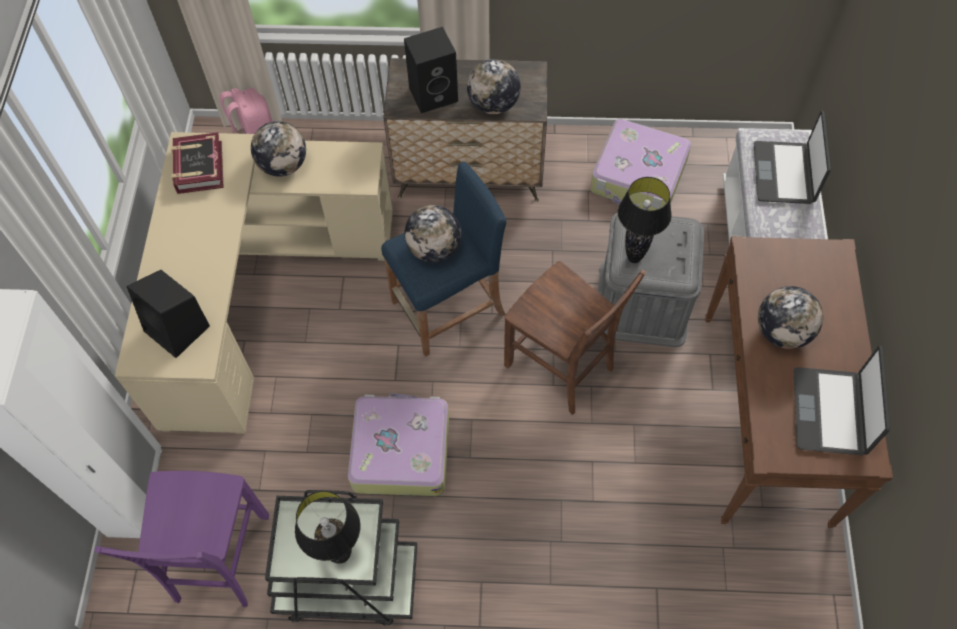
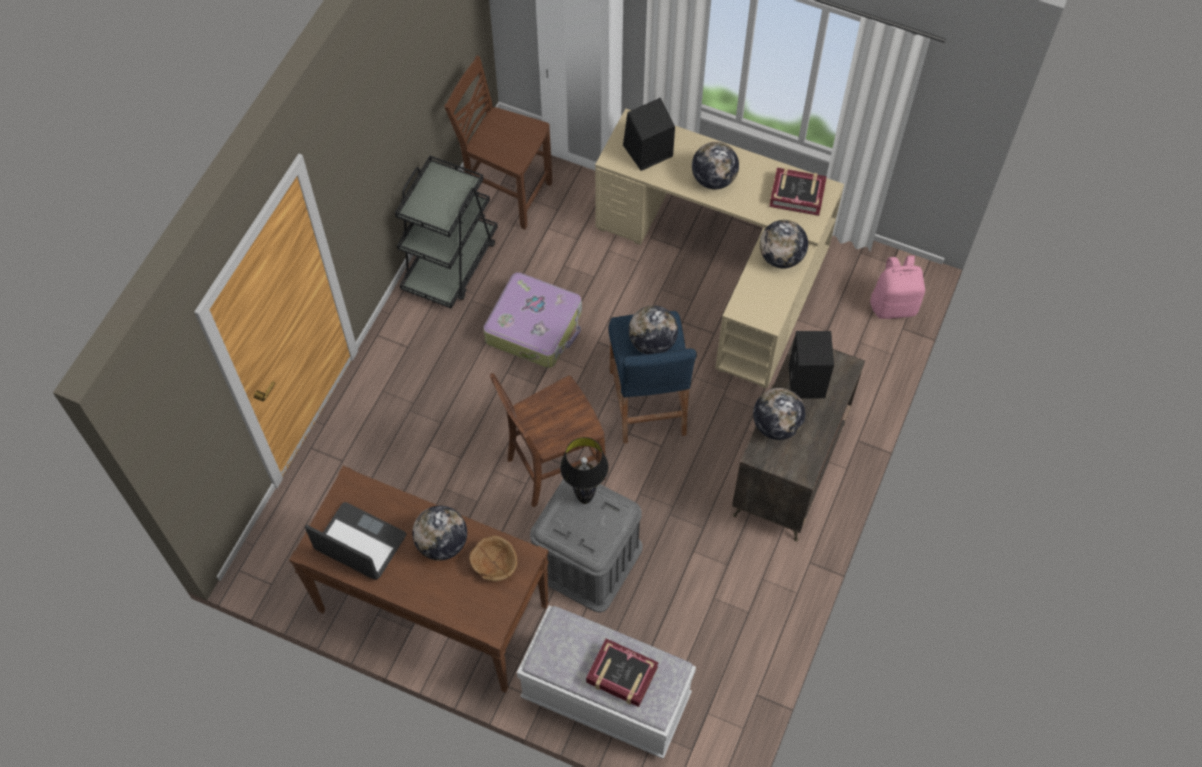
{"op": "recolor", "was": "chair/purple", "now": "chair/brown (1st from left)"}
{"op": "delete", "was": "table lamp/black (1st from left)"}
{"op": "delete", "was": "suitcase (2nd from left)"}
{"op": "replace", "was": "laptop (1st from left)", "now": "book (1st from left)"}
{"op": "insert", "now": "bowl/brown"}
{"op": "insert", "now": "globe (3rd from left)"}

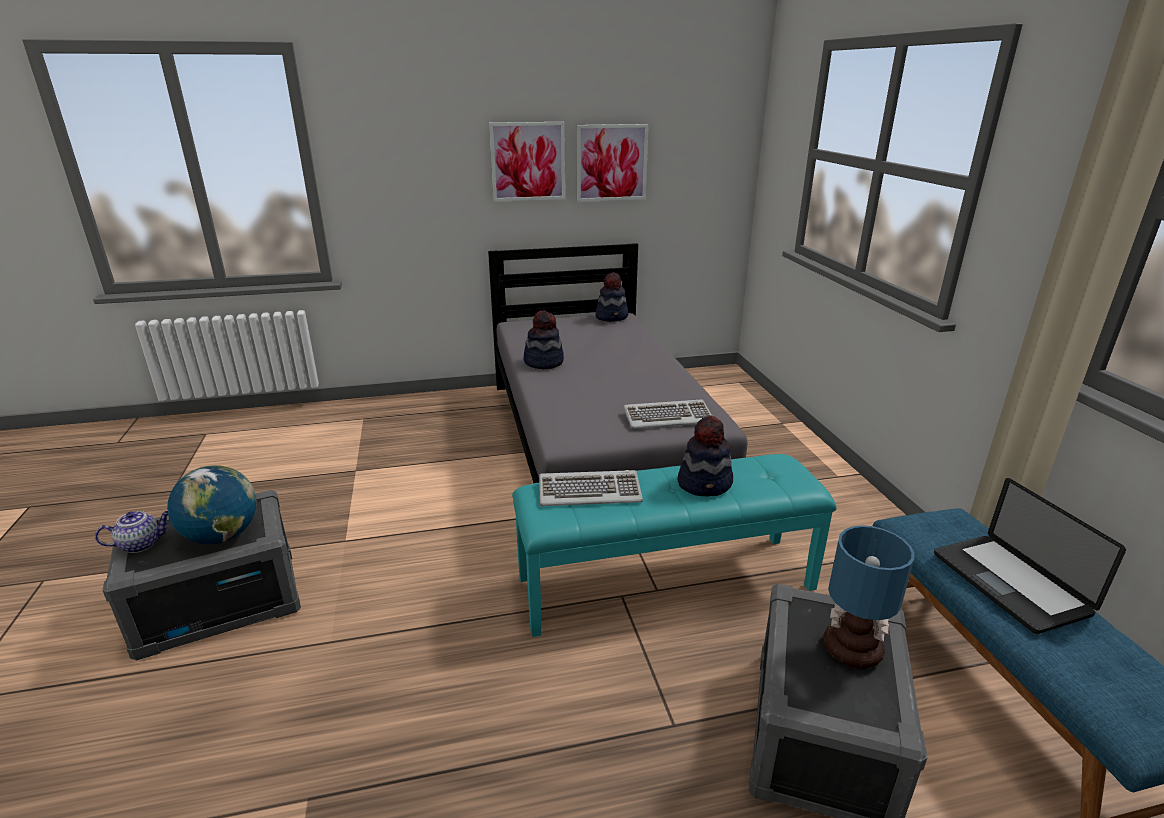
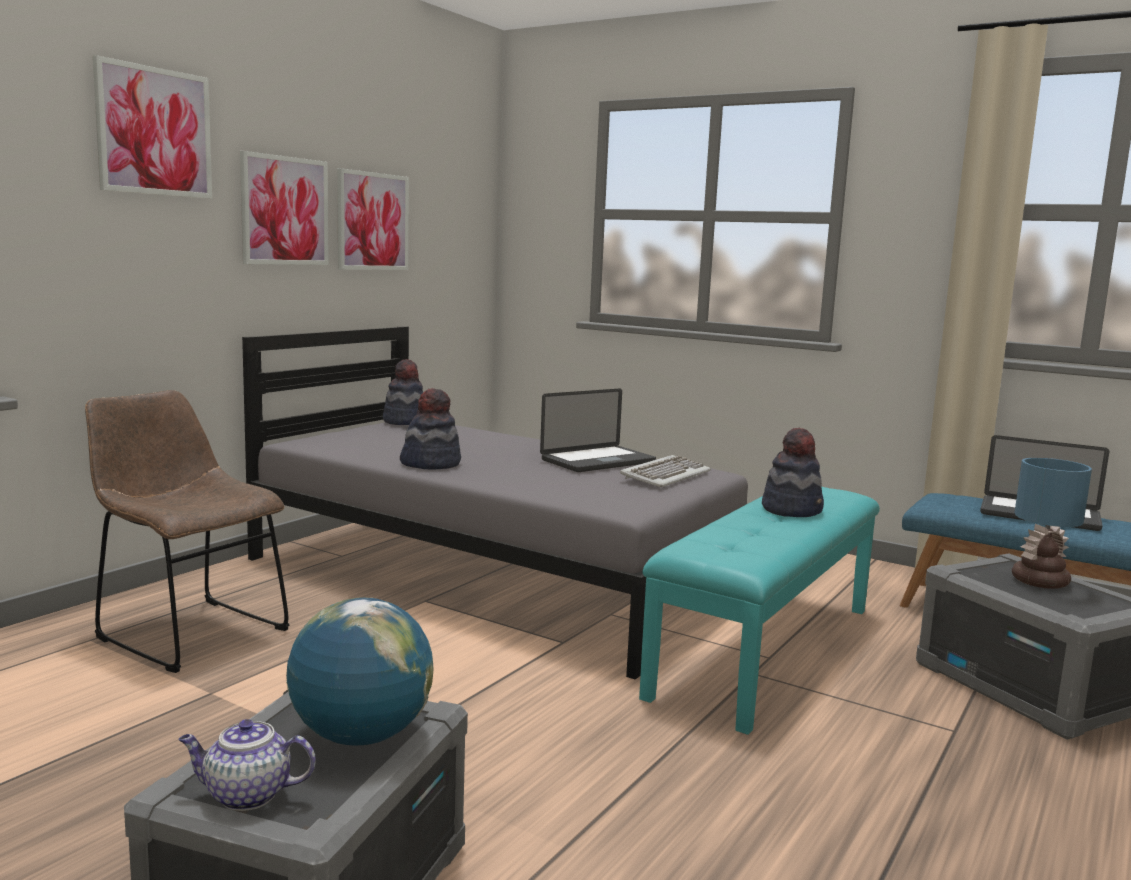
{"op": "rotate", "was": "teapot", "clockwise": -105}
{"op": "delete", "was": "keyboard (1st from left)"}
{"op": "insert", "now": "chair/brown"}
{"op": "insert", "now": "picture (1st from left)"}
{"op": "insert", "now": "laptop (1st from left)"}

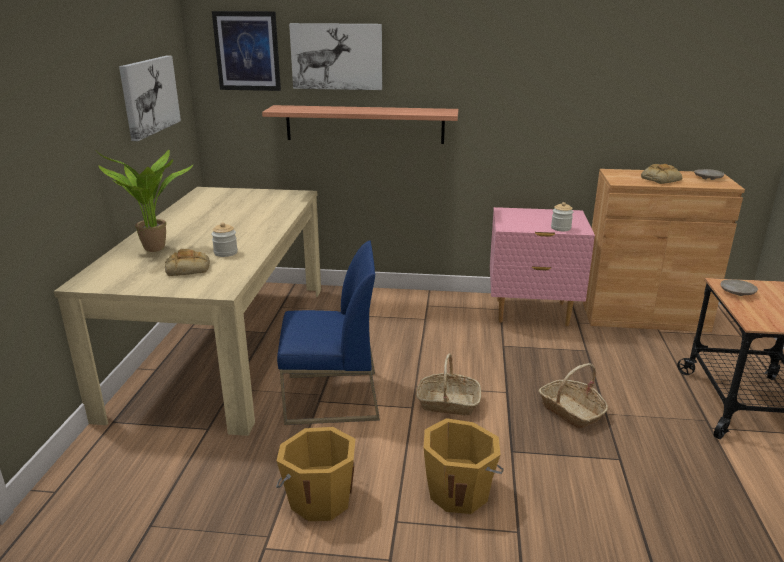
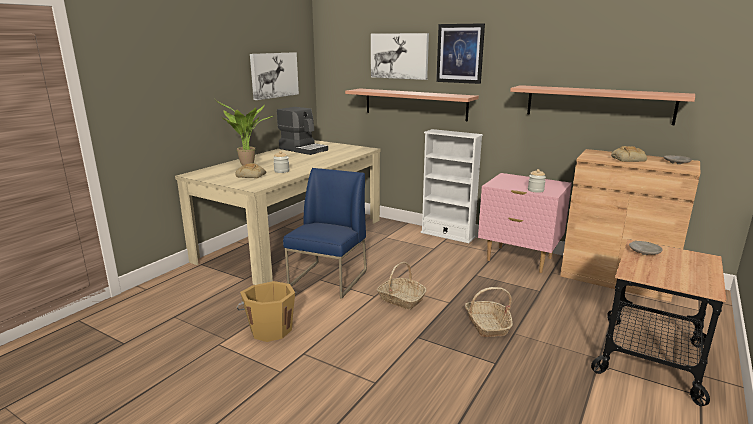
{"op": "move", "was": "picture (2nd from left in the first image)", "now": "picture (3rd from left)"}
{"op": "rotate", "was": "chair/blue", "clockwise": -90}
{"op": "delete", "was": "bucket/orange (2nd from left)"}
{"op": "insert", "now": "coffee machine"}
{"op": "insert", "now": "bookcase/white"}
{"op": "insert", "now": "shelf (2nd from left)"}

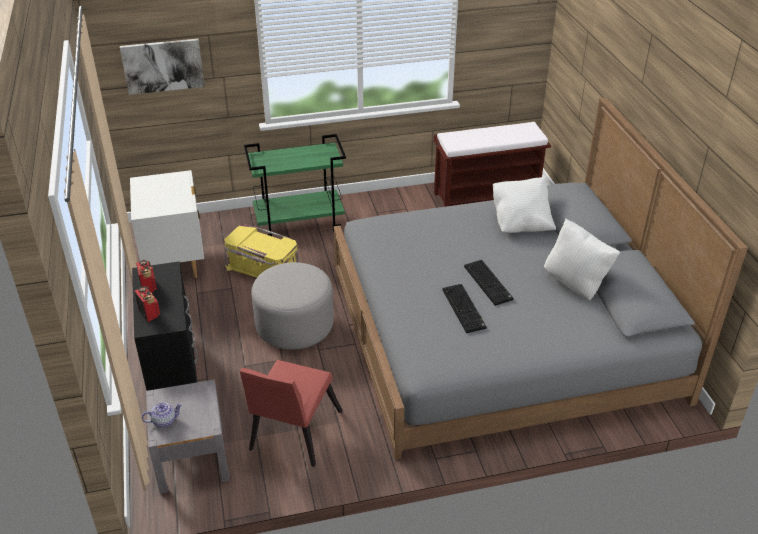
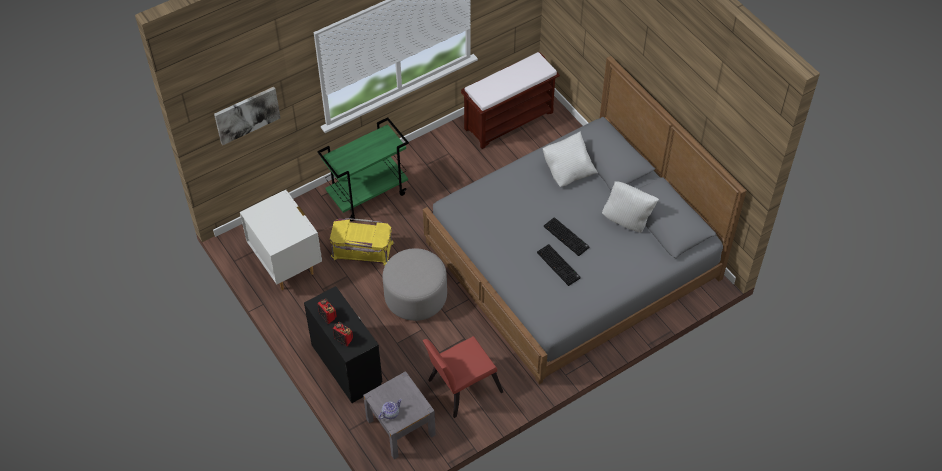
{"op": "rotate", "was": "chair/red", "clockwise": 60}

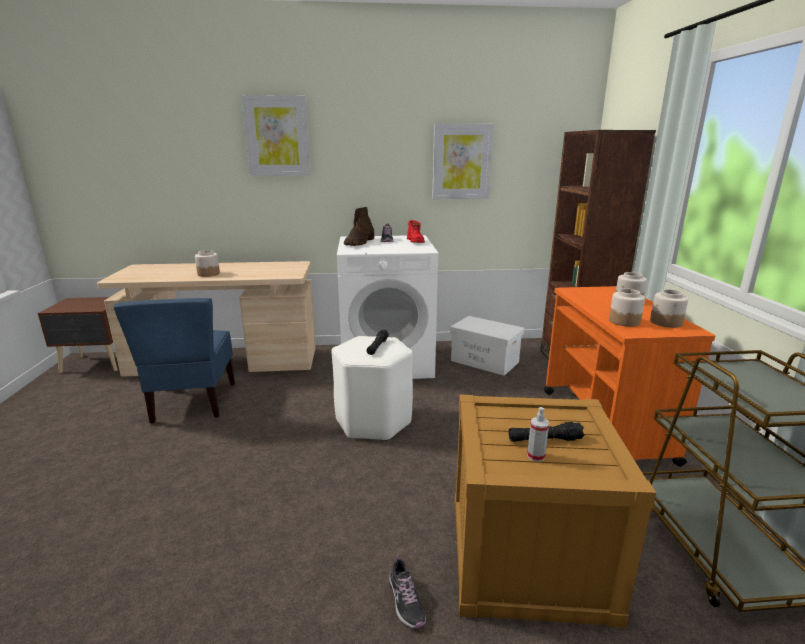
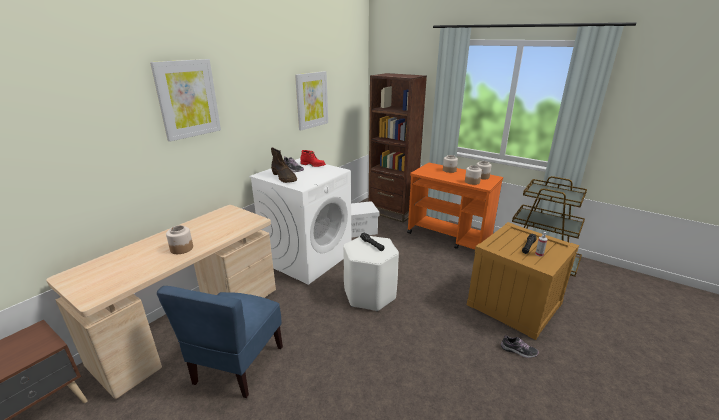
{"op": "rotate", "was": "chair/blue", "clockwise": 75}

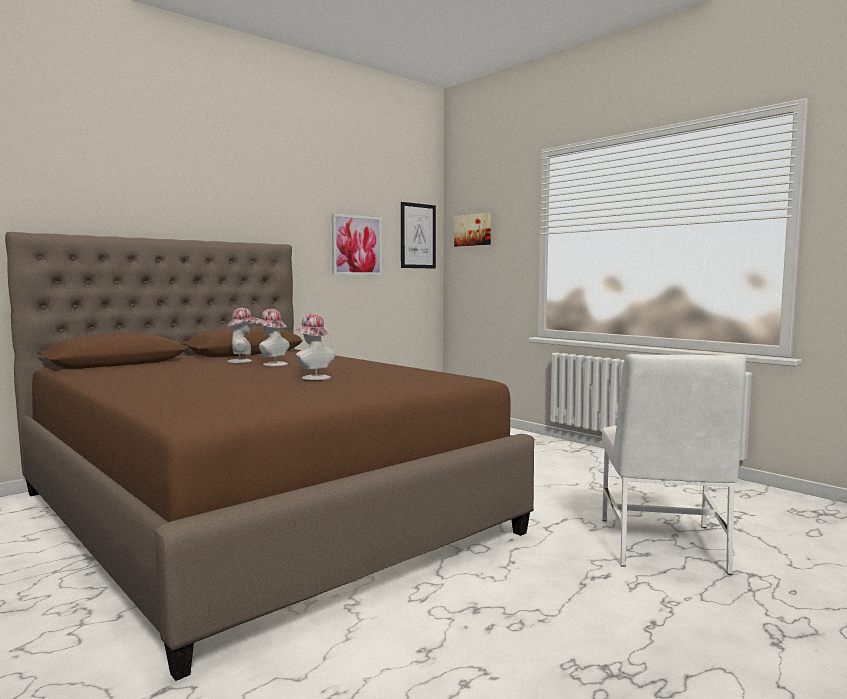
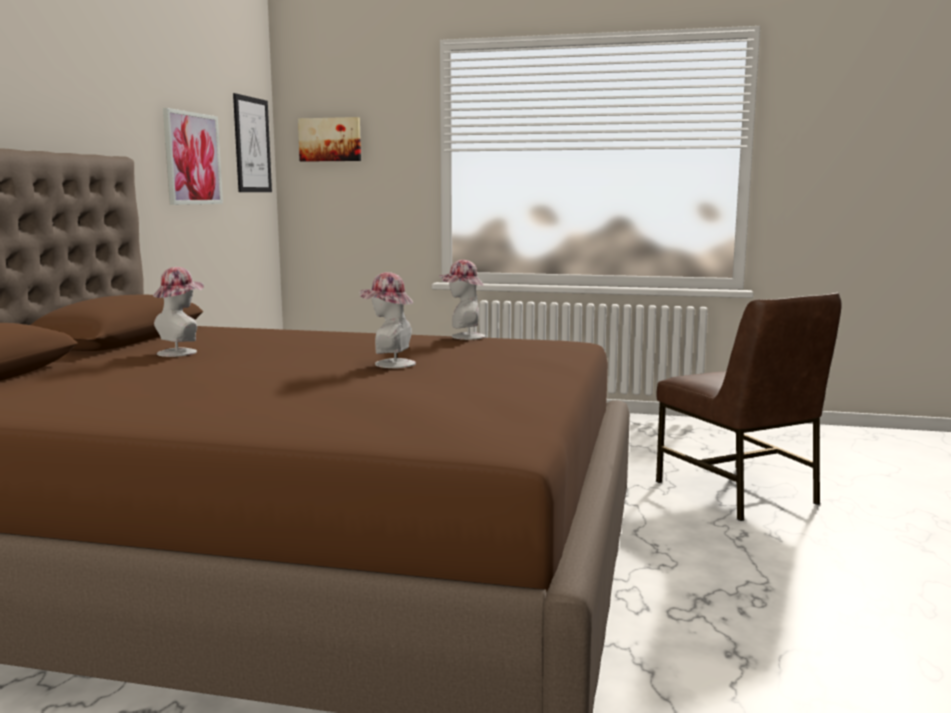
{"op": "move", "was": "hat (2nd from left in the first image)", "now": "hat (3rd from left)"}
{"op": "recolor", "was": "chair/white", "now": "chair/brown"}

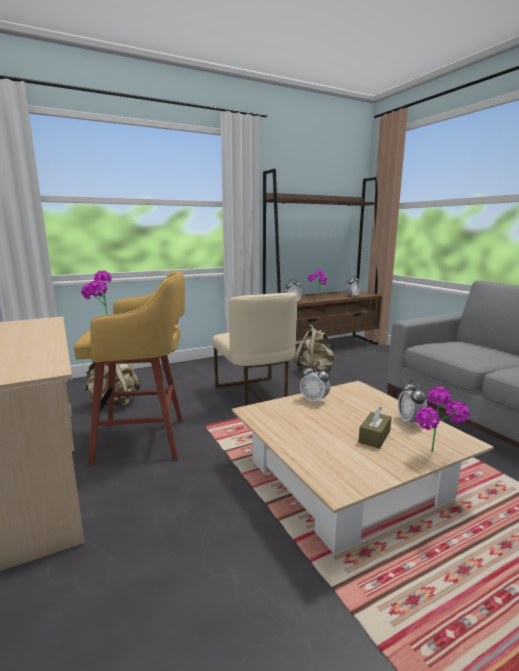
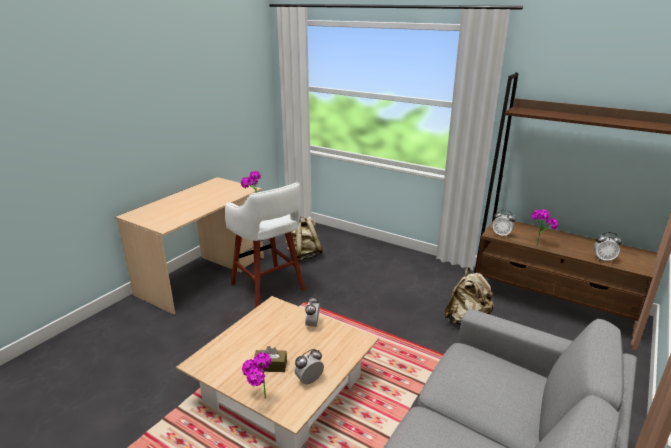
{"op": "recolor", "was": "stool/yellow", "now": "stool/white"}
{"op": "delete", "was": "chair/beige"}

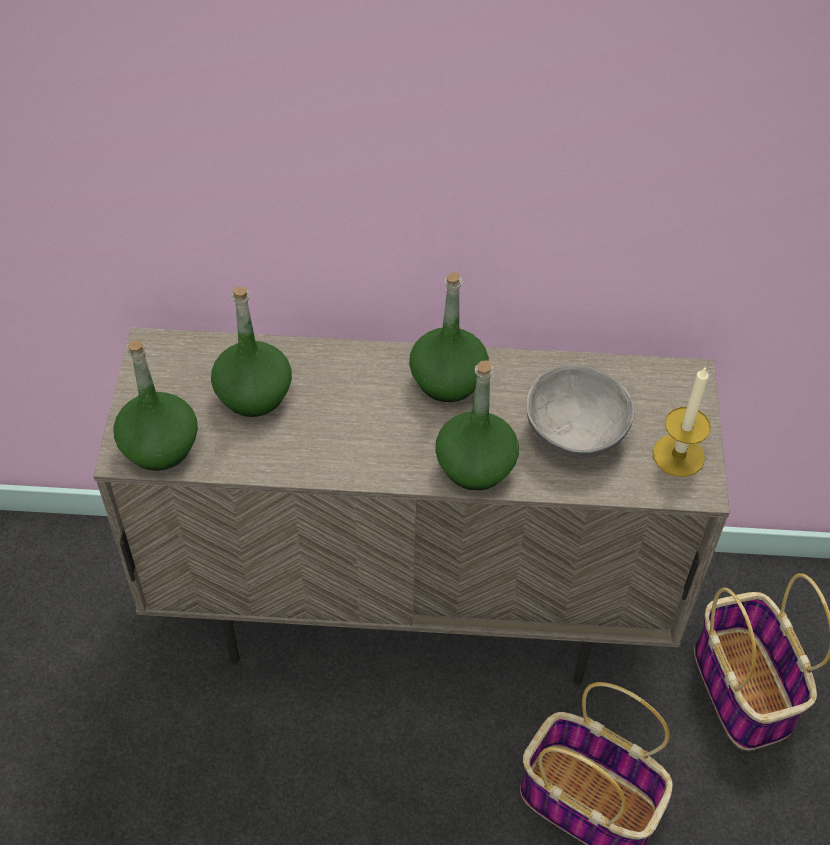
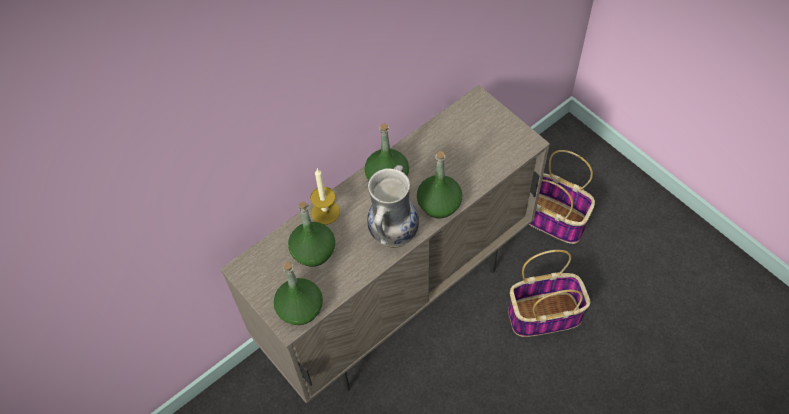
{"op": "delete", "was": "bowl/grey"}
{"op": "move", "was": "candle"}
{"op": "insert", "now": "vase"}

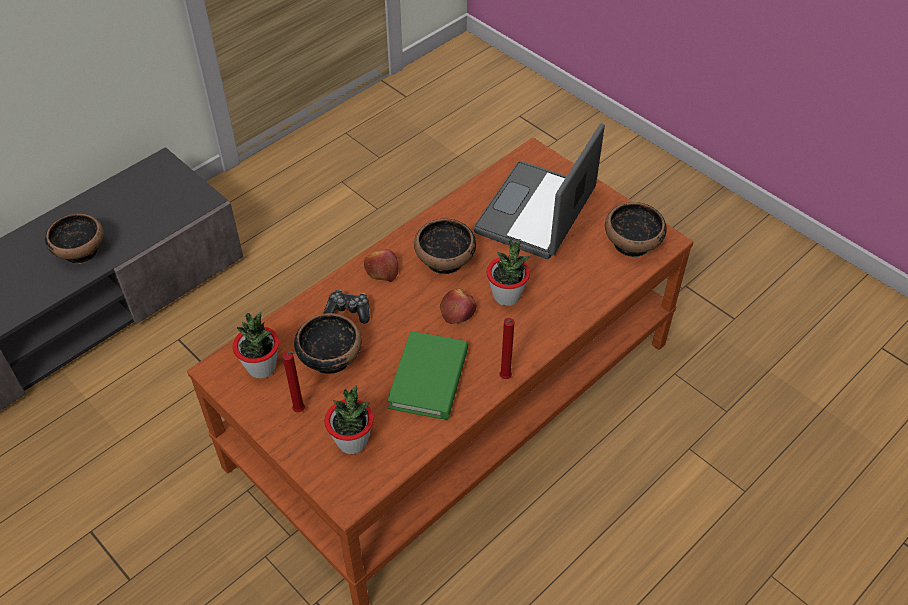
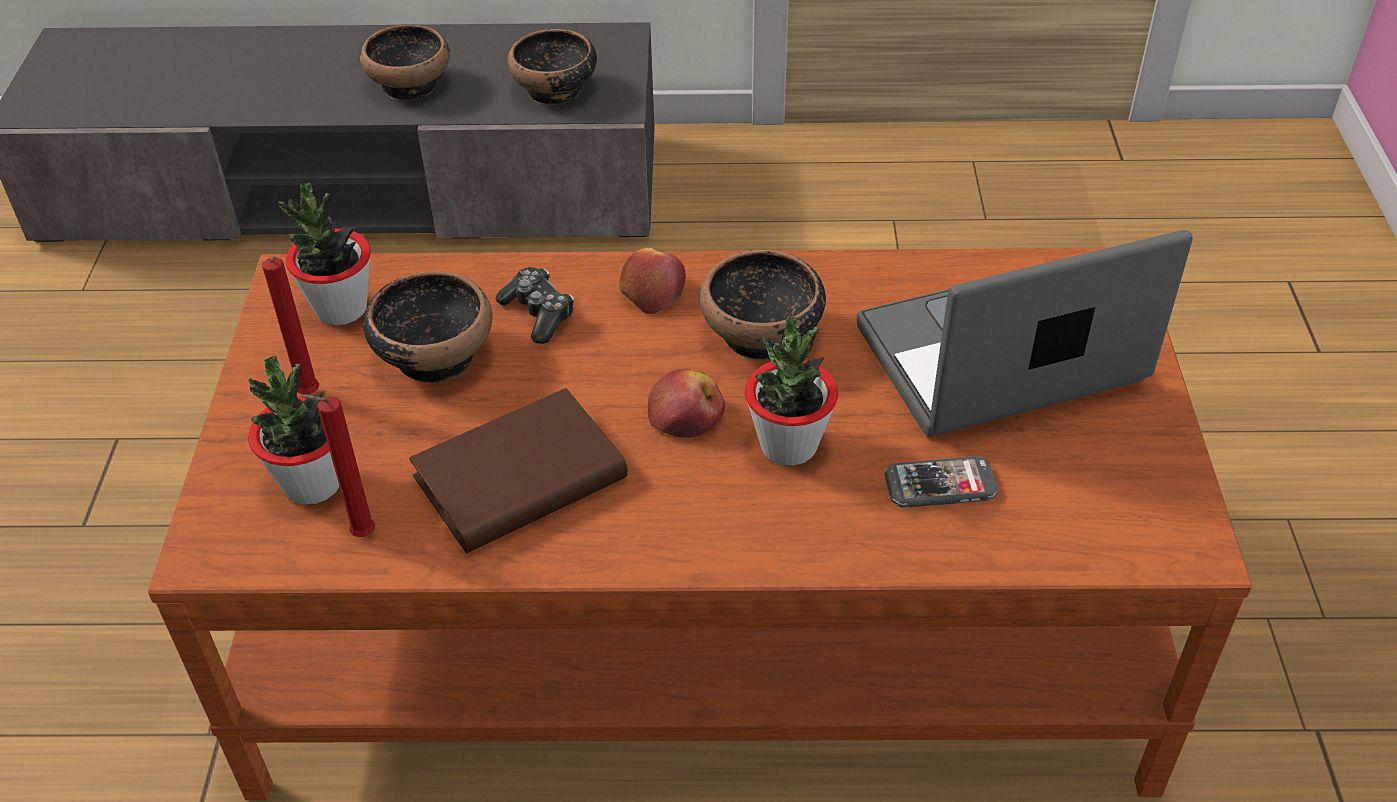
{"op": "recolor", "was": "book/green", "now": "book/brown"}
{"op": "move", "was": "candle/red (2nd from left)"}
{"op": "move", "was": "bowl (4th from left in the first image)", "now": "bowl (3rd from left)"}
{"op": "insert", "now": "phone"}

